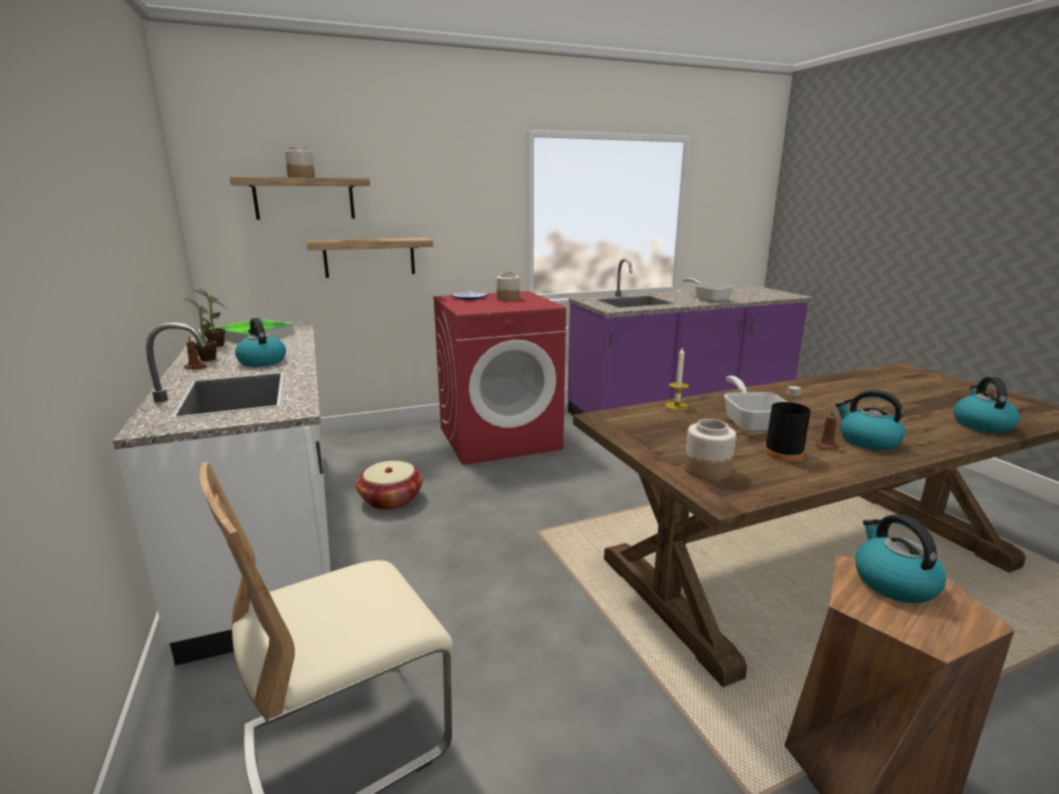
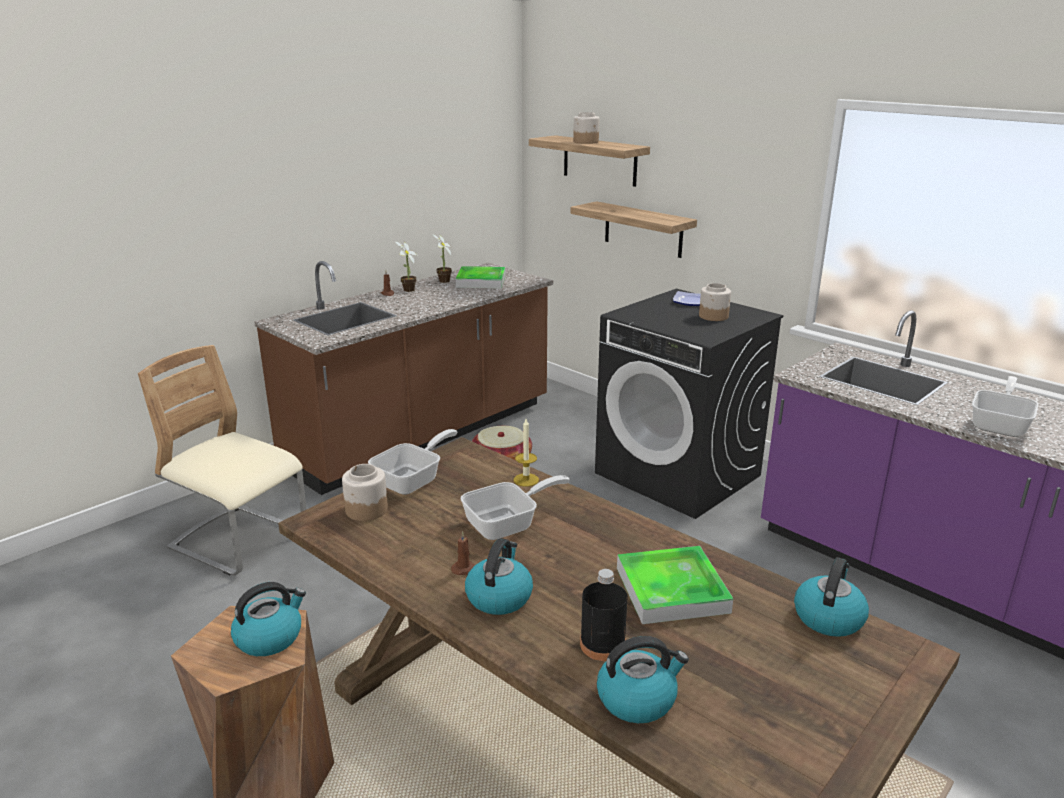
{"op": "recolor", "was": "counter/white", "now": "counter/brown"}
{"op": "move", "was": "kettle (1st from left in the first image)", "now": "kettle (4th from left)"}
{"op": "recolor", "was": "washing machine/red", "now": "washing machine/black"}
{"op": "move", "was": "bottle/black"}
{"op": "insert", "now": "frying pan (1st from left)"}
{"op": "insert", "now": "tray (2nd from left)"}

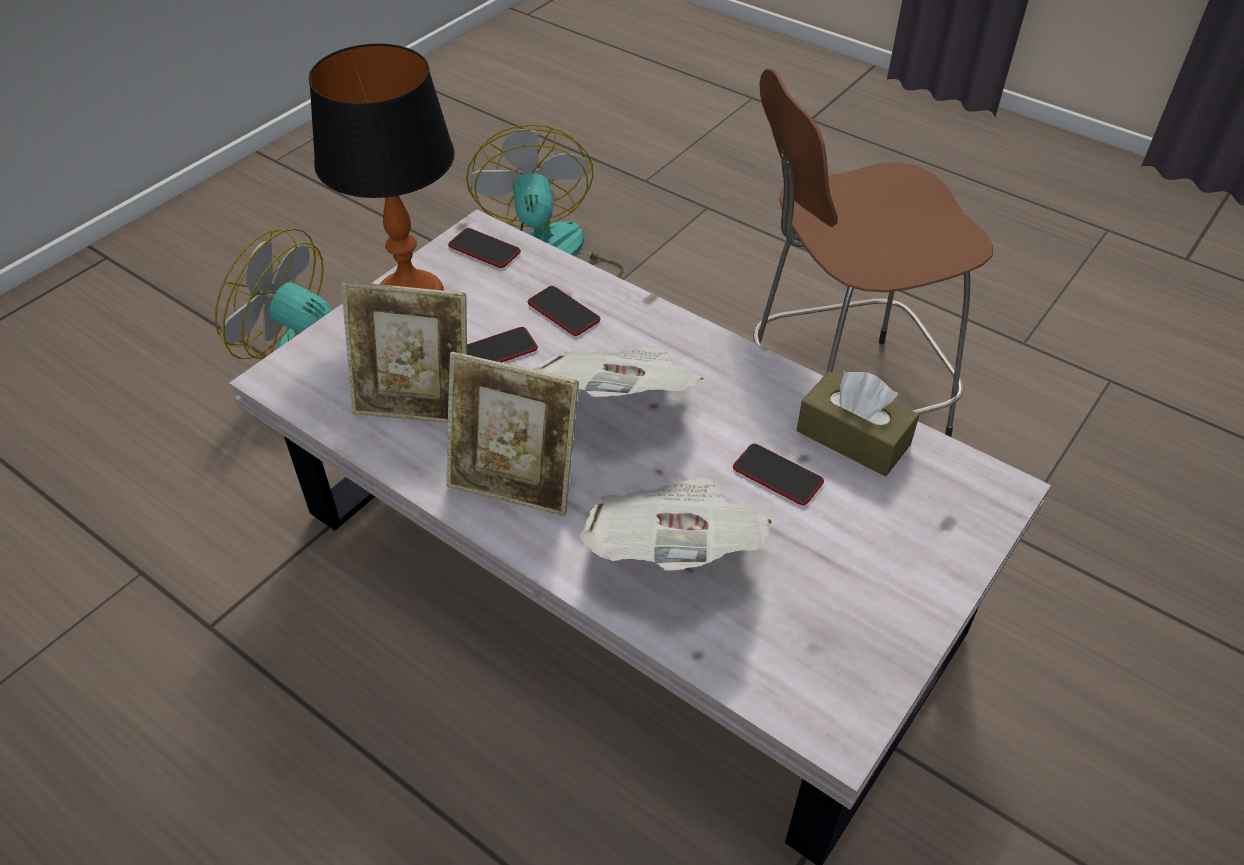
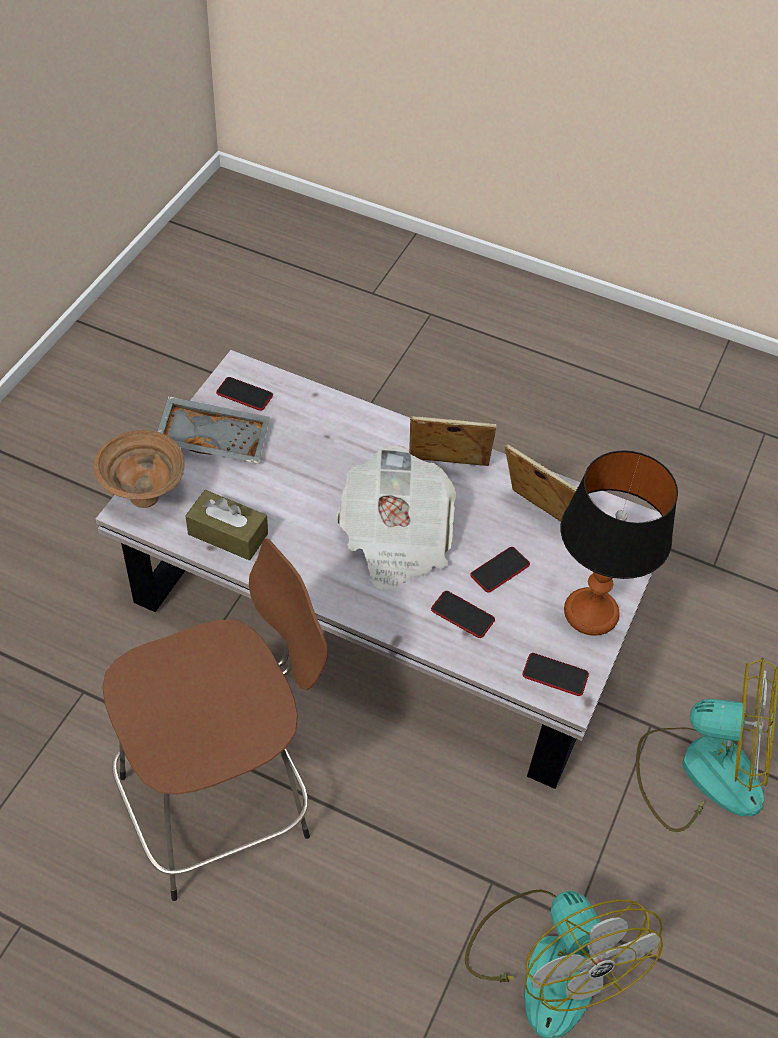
{"op": "rotate", "was": "picture frame (1st from left in the first image)", "clockwise": 45}
{"op": "delete", "was": "newspaper (2nd from left)"}
{"op": "move", "was": "phone (4th from left in the first image)", "now": "phone (1st from left)"}
{"op": "insert", "now": "bowl/brown"}
{"op": "insert", "now": "tray/grey"}

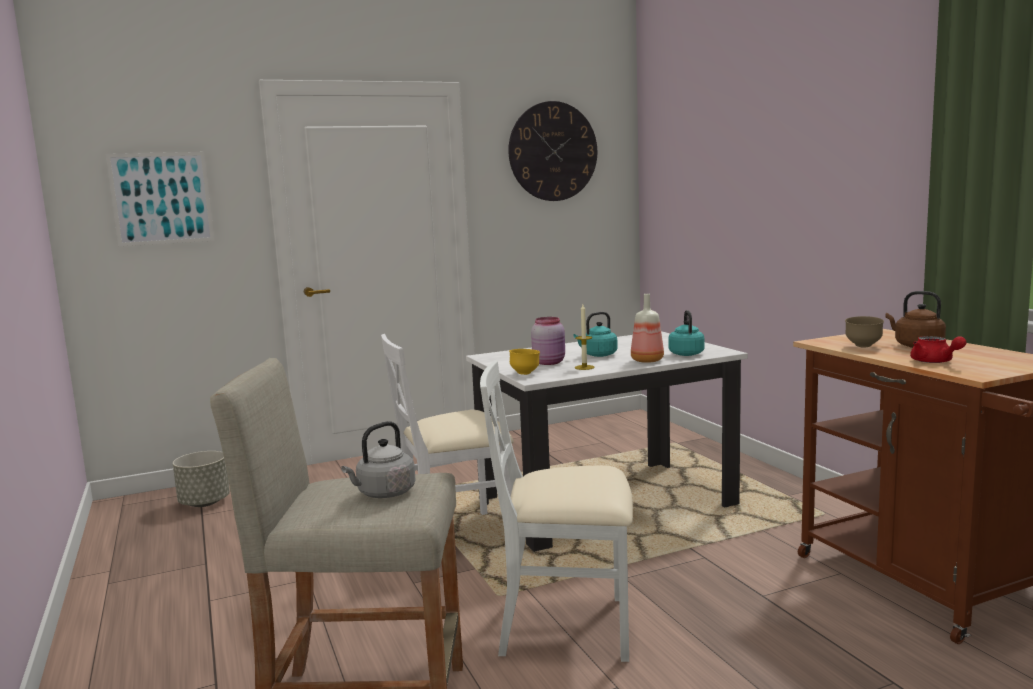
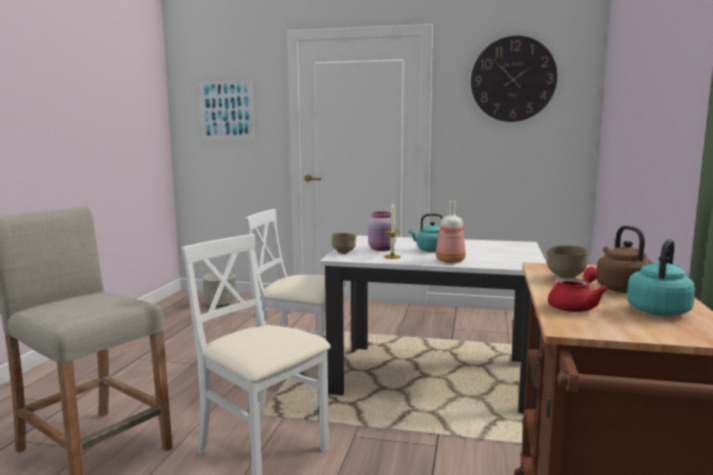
{"op": "delete", "was": "kettle/grey"}
{"op": "recolor", "was": "bowl/yellow", "now": "bowl/brown (1st from left)"}
{"op": "move", "was": "kettle/turquoise (2nd from left)"}
{"op": "rotate", "was": "teapot/red", "clockwise": -150}

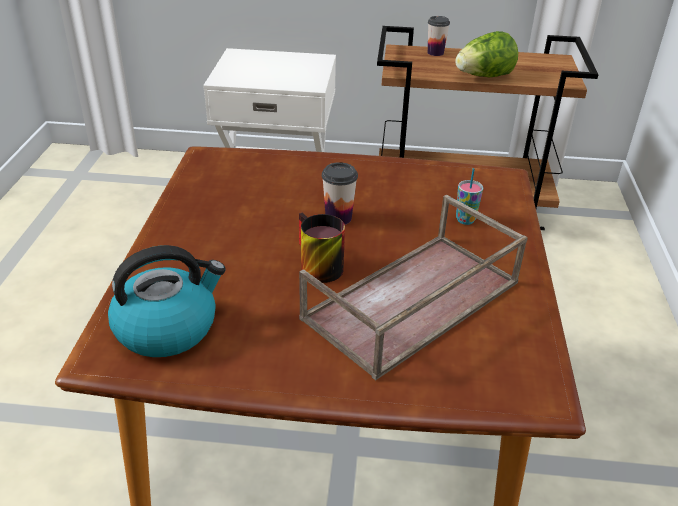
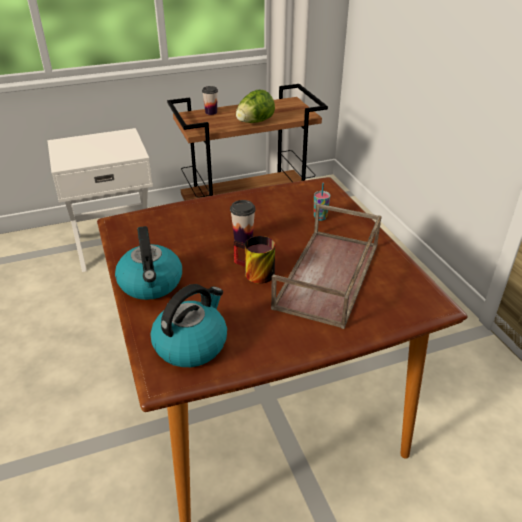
{"op": "insert", "now": "kettle (1st from left)"}

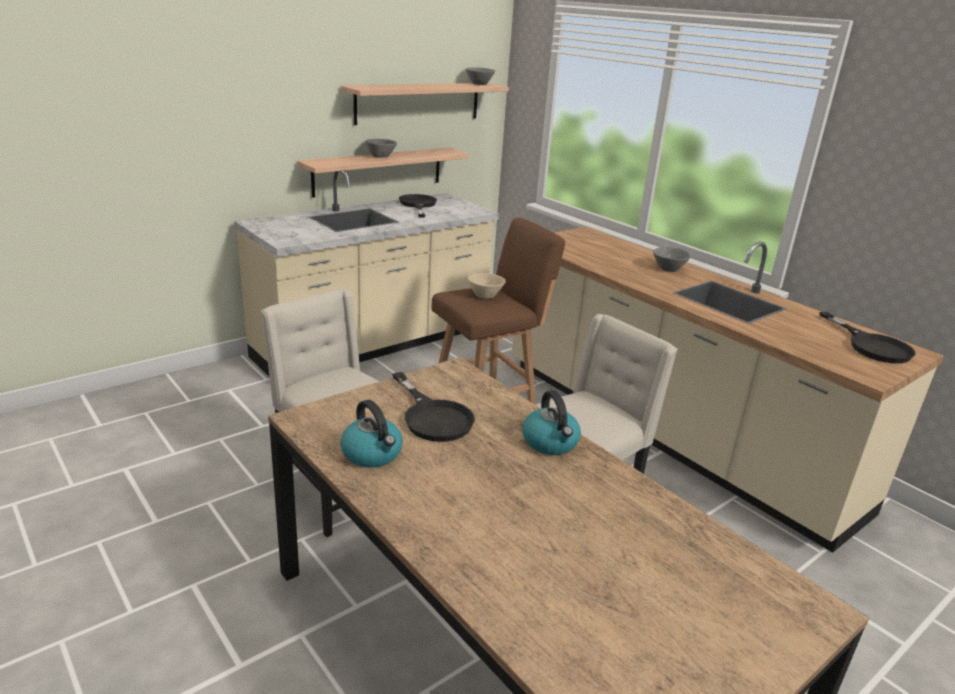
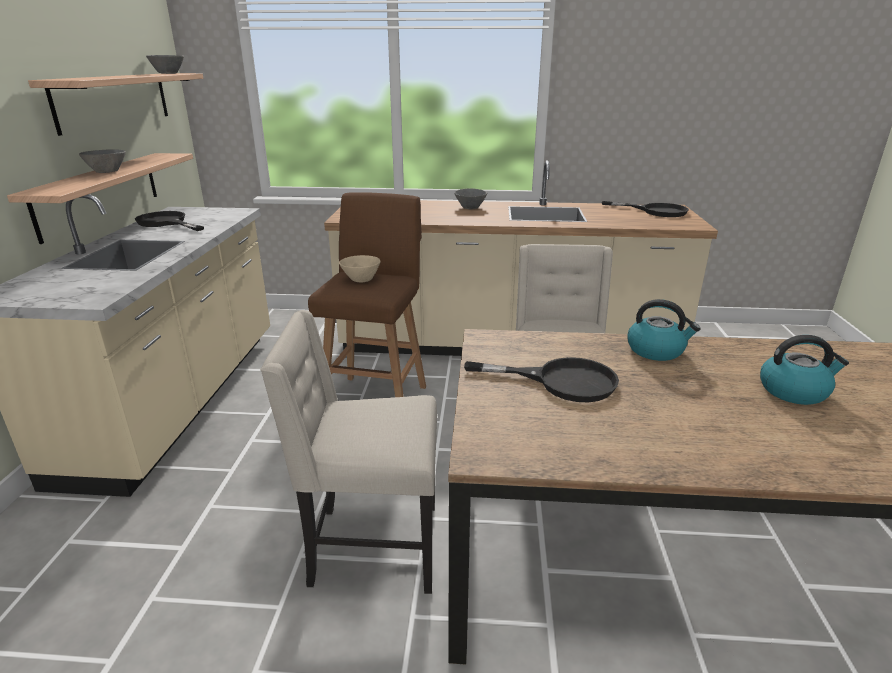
{"op": "move", "was": "kettle (1st from left in the first image)", "now": "kettle (2nd from left)"}

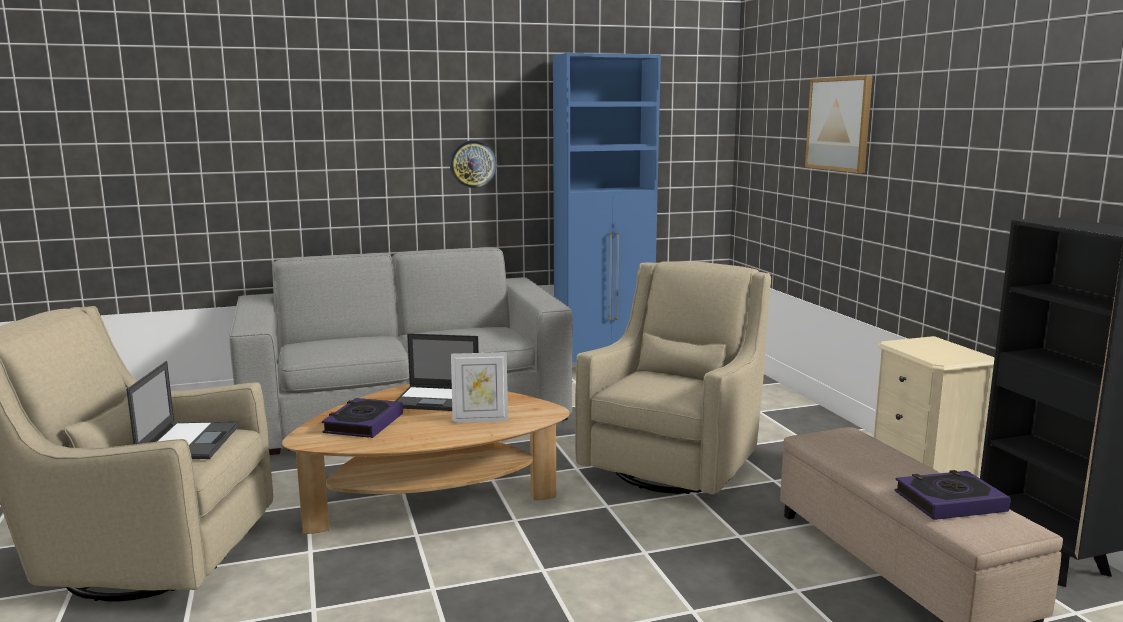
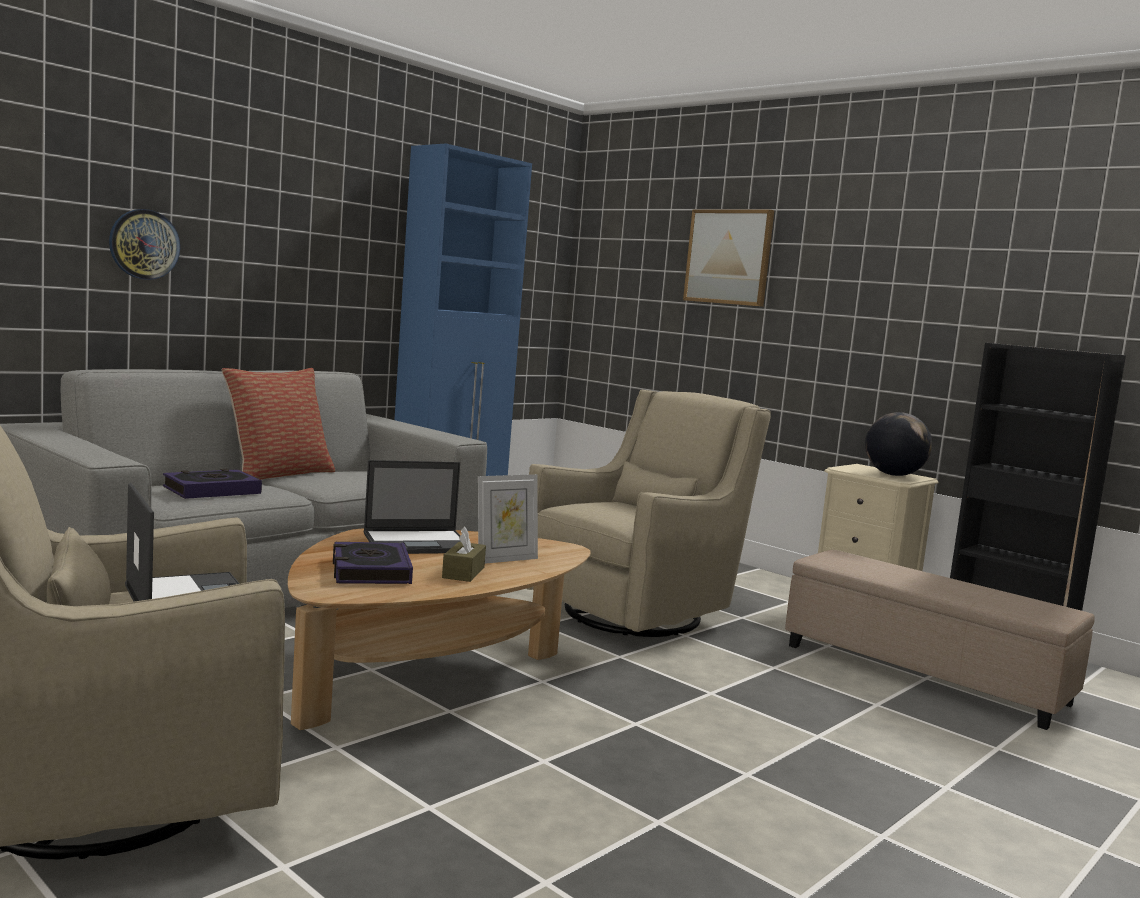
{"op": "move", "was": "wall clock"}
{"op": "rotate", "was": "armchair/beige (2nd from left)", "clockwise": 45}
{"op": "move", "was": "book (2nd from left in the first image)", "now": "book (1st from left)"}
{"op": "insert", "now": "pillow"}
{"op": "insert", "now": "tissue box/brown"}
{"op": "insert", "now": "globe"}

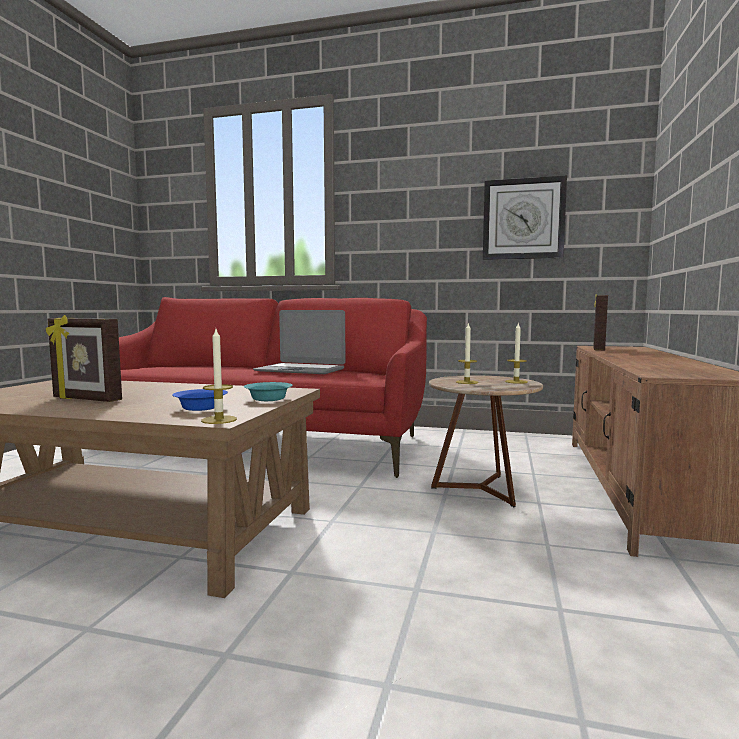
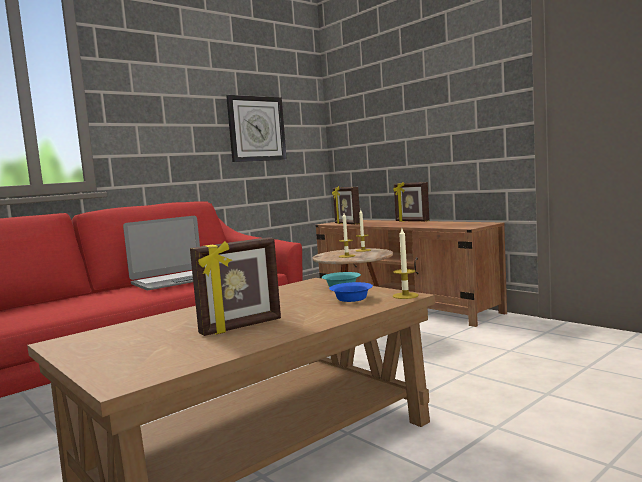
{"op": "insert", "now": "picture frame (3rd from left)"}

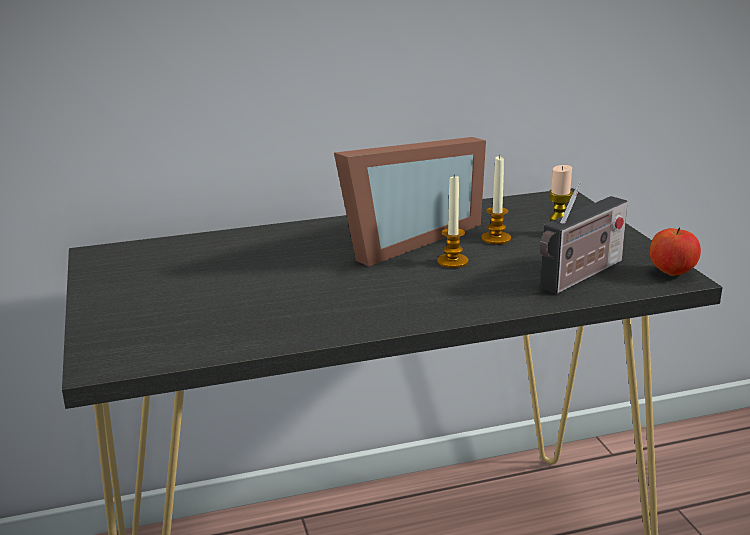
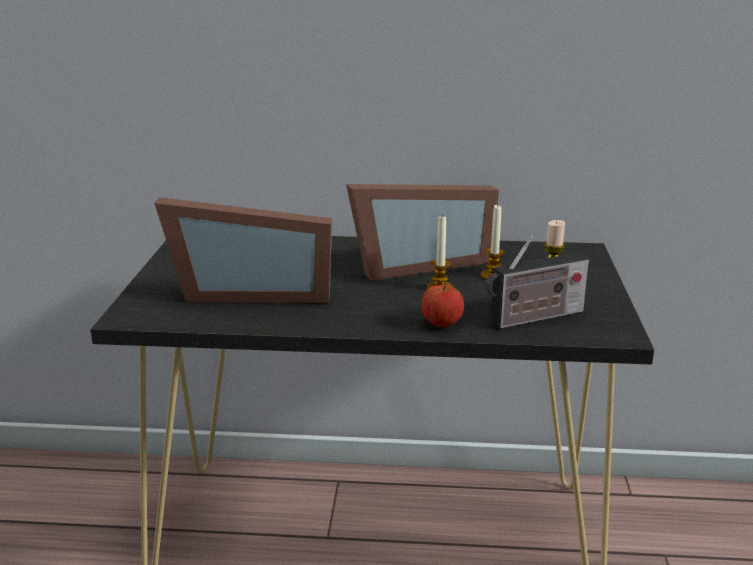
{"op": "move", "was": "apple"}
{"op": "insert", "now": "picture frame (1st from left)"}

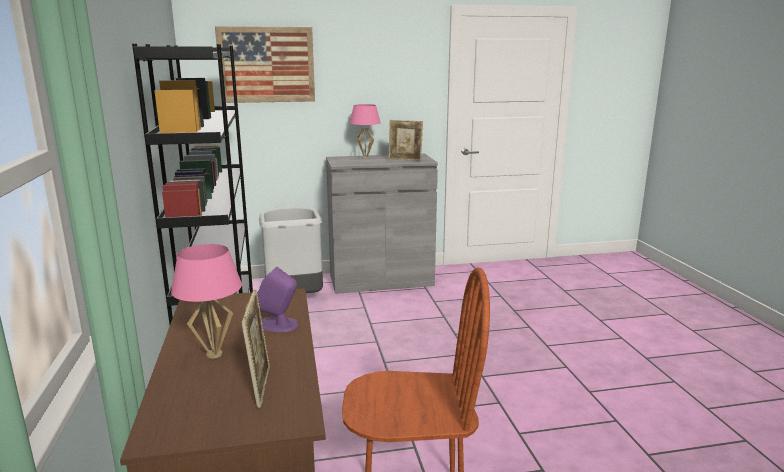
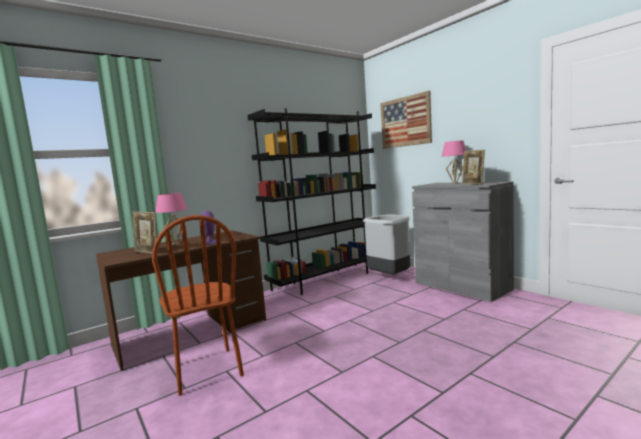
{"op": "rotate", "was": "picture frame (1st from left)", "clockwise": 60}

